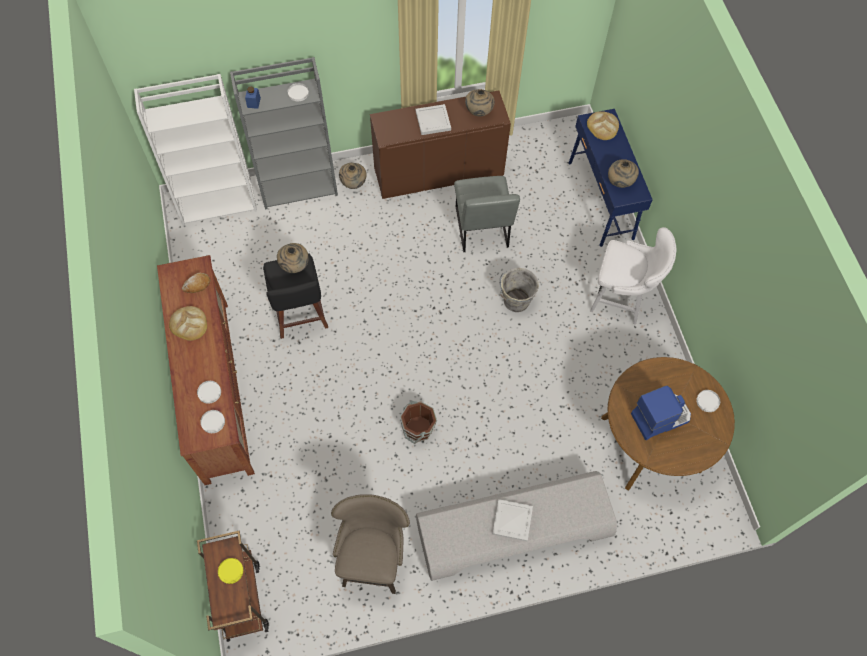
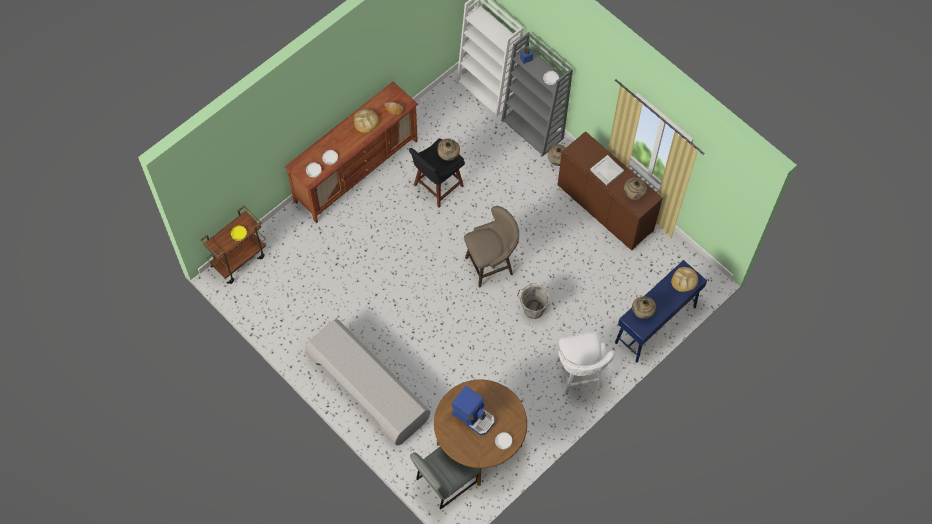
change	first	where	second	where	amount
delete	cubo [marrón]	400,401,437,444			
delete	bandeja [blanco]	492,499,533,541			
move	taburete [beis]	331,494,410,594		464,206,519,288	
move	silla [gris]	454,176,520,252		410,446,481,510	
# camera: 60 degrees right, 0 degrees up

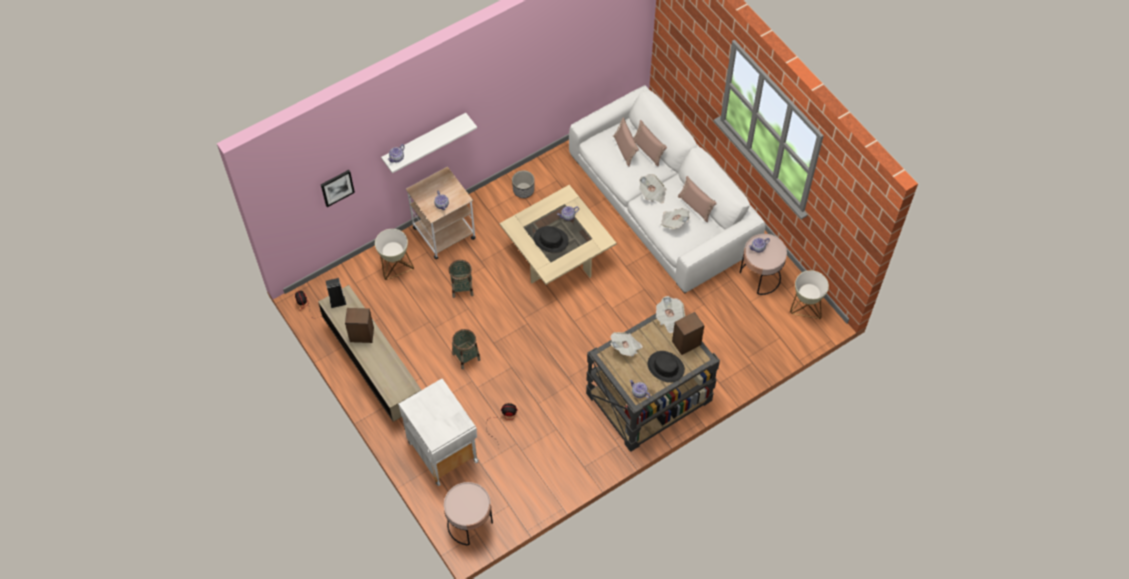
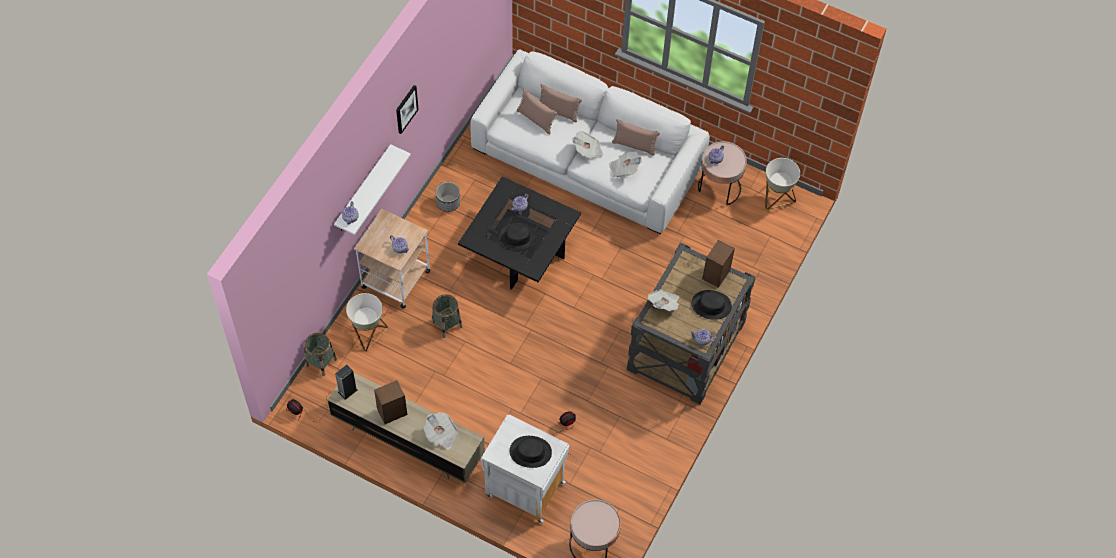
change	first	where	second	where	amount
insert			sombrero [negro]	510,436,552,468	
move	cuadro	321,170,355,207		396,85,418,134	
move	cesta	452,329,481,370		304,333,337,376	
move	periódico	656,296,685,333		423,412,458,450	
recolor	mesa de centro [beis]	500,185,616,285	mesa de centro [negro]	458,176,581,290	
# camera: 30 degrees left, 0 degrees up

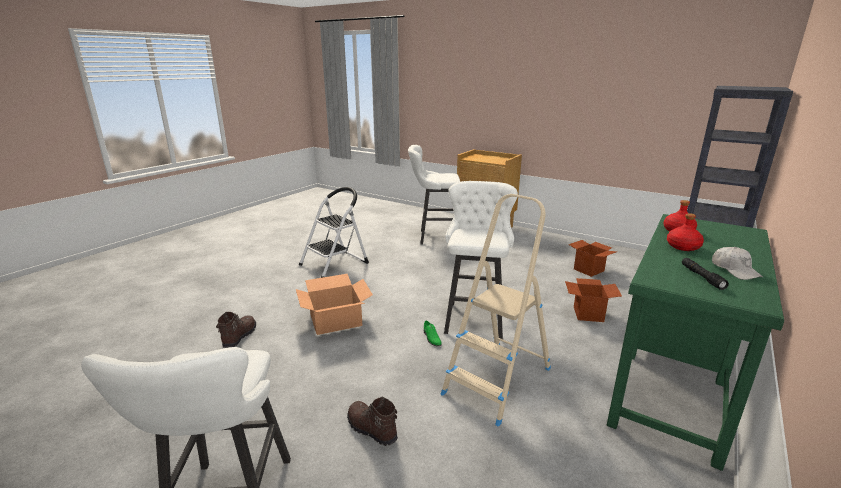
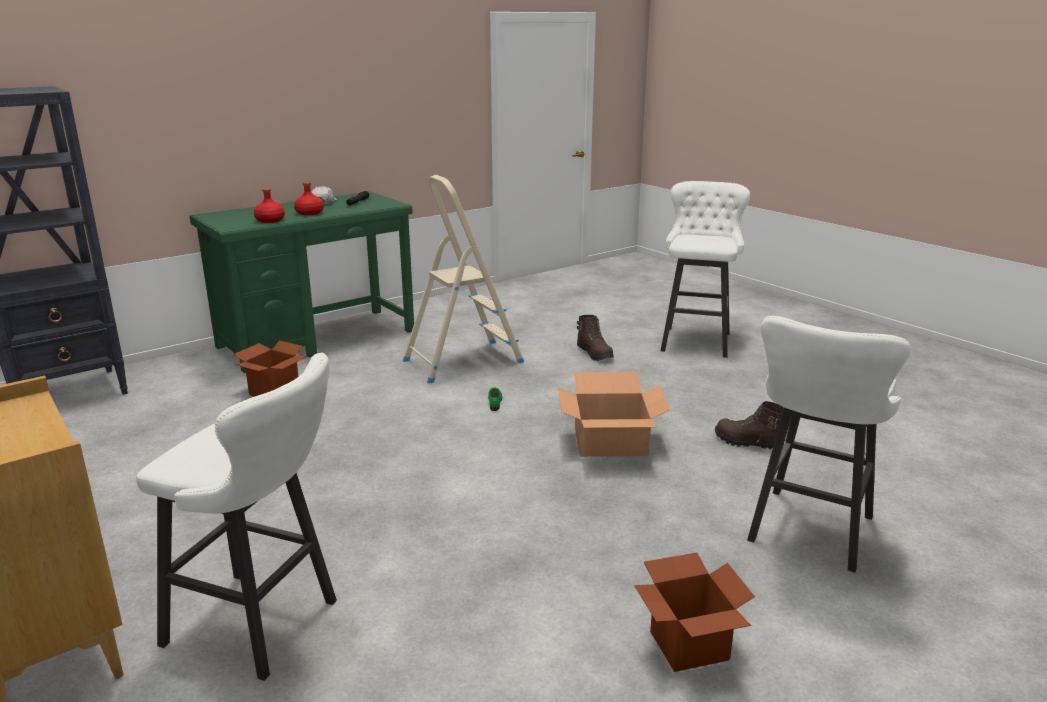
change	first	where	second	where	amount
delete	escalera de tijera	299,187,369,278			
move	taburete [blanco]	444,181,518,339		747,316,911,573	
move	caja de cartón	568,240,616,277		634,553,755,672	
rotate	bota [marrón]	216,312,256,348		715,401,784,450	90 degrees clockwise
# camera: 160 degrees left, 0 degrees up

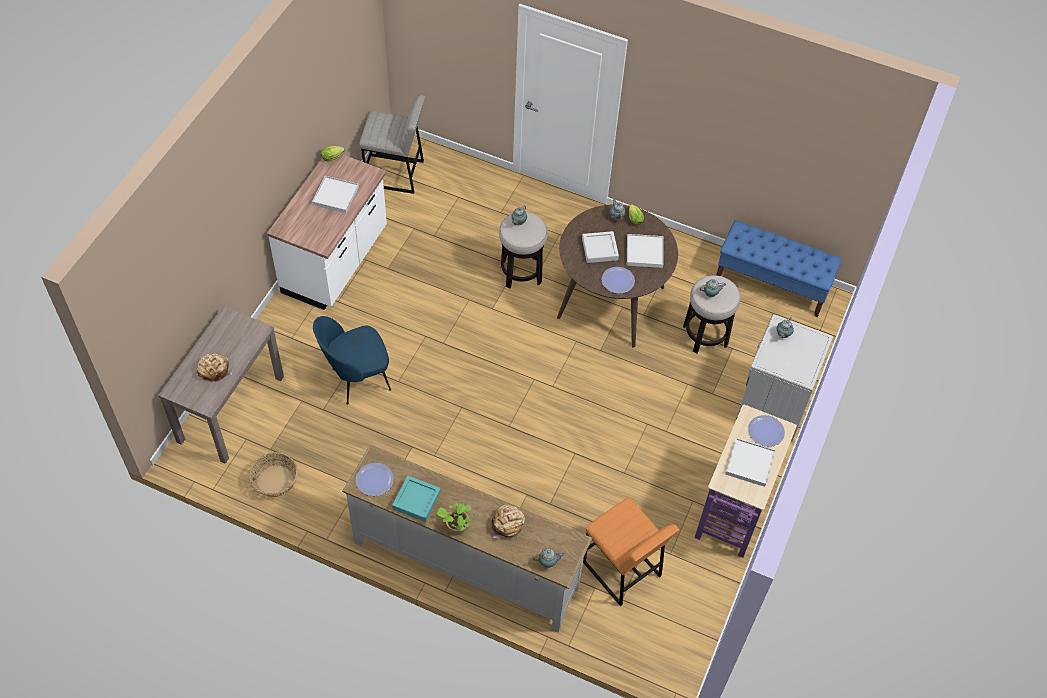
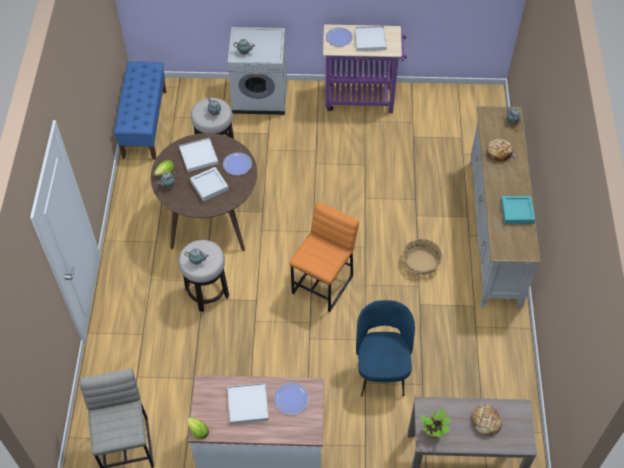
change	first	where	second	where	amount
move	cesta	249,452,298,497		403,239,442,275	
move	plato	356,463,394,496		274,383,309,415	
move	planta en maceta	437,503,471,535		420,408,450,439	
move	silla [naranja]	583,498,680,606		290,202,359,312	
rotate	silla [azul]	313,316,391,405		356,300,415,397	135 degrees counterclockwise
# camera: 110 degrees left, 0 degrees up

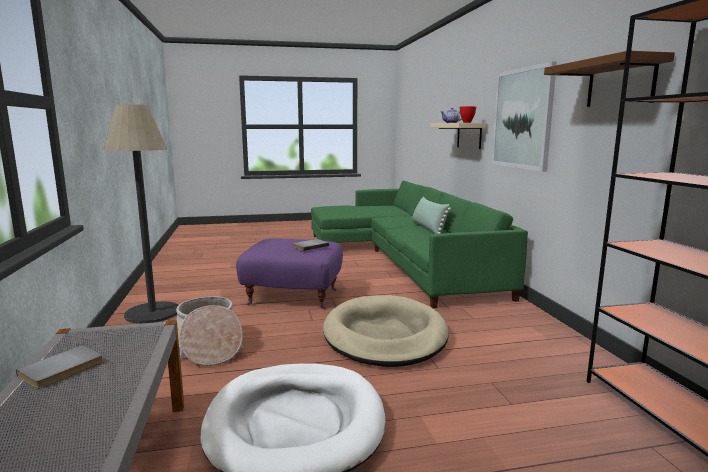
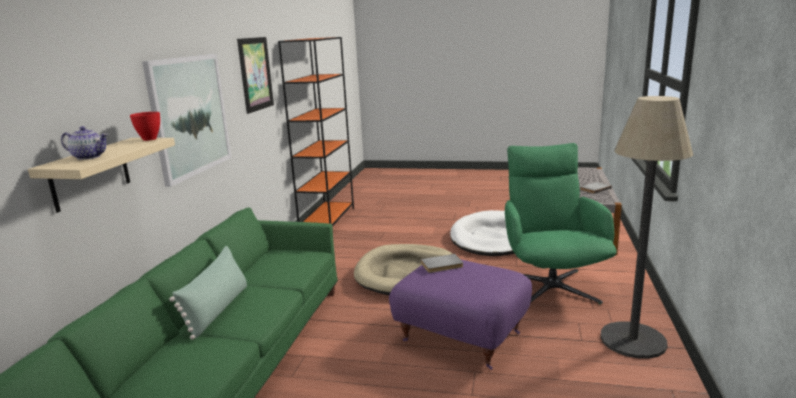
change	first	where	second	where	amount
replace	cesta	176,296,243,366	sillón [verde]	505,143,617,304	
replace	estante [marrón]	544,51,675,107	cuadro	237,37,274,114	
# camera: 155 degrees left, 5 degrees up

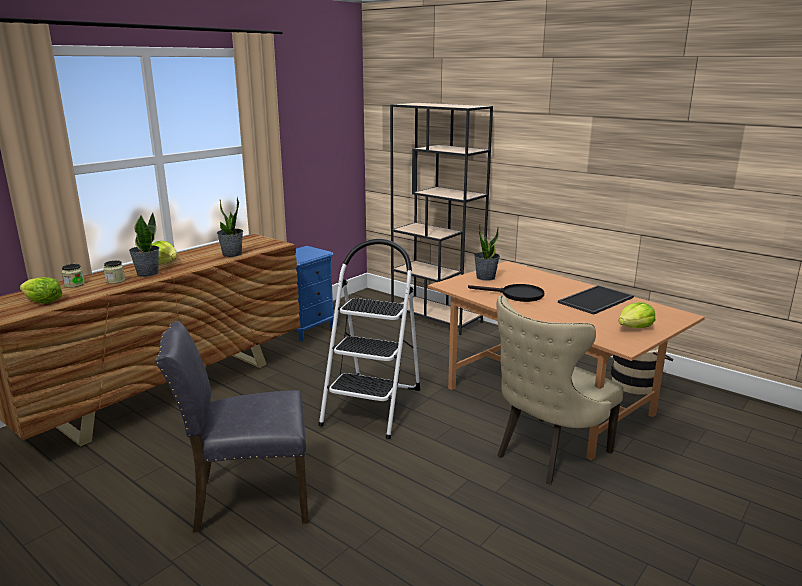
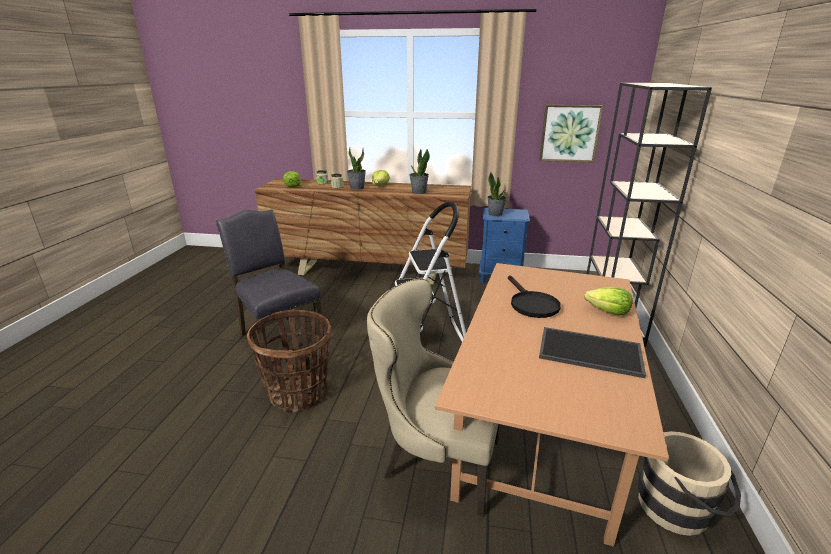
change	first	where	second	where	amount
insert			cesta	247,309,331,412	
insert			cuadro	539,105,603,163	
move	planta en maceta	474,224,500,281		487,172,507,216	
move	lechuga	619,302,655,328		584,287,633,316	
# camera: 60 degrees right, 5 degrees up

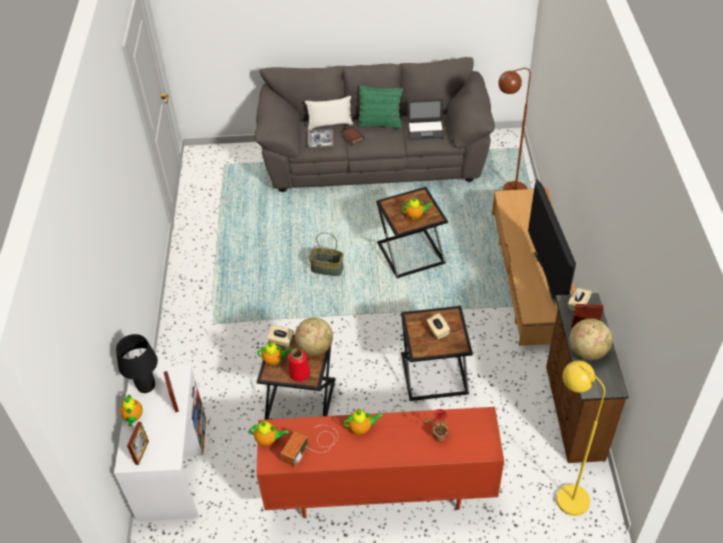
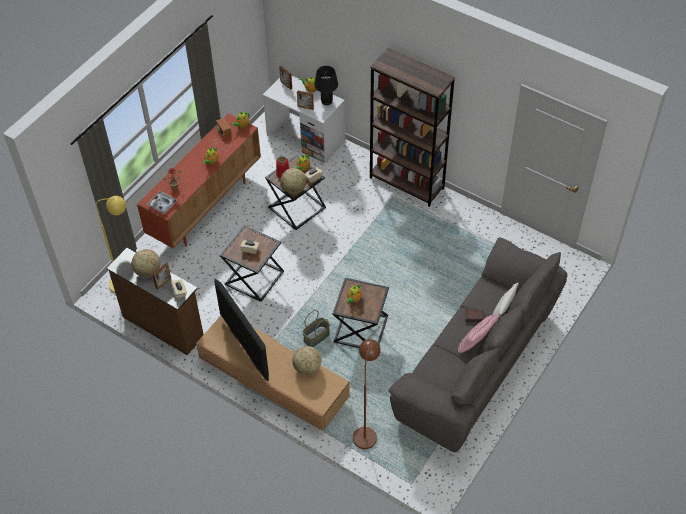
change	first	where	second	where	amount
delete	portátil	408,99,445,140			
insert			globo terráqueo	292,346,321,375	
insert			estantería [marrón]	370,48,455,207	
move	bandeja	308,129,333,148		146,191,178,214	
move	cesta	309,233,344,276		302,310,330,347	
recolor	cojín [verde]	359,86,403,129	cojín [rosa]	458,314,499,353	
rotate	televisor	528,179,576,307		214,279,269,382	150 degrees counterclockwise
# camera: 125 degrees right, 5 degrees up

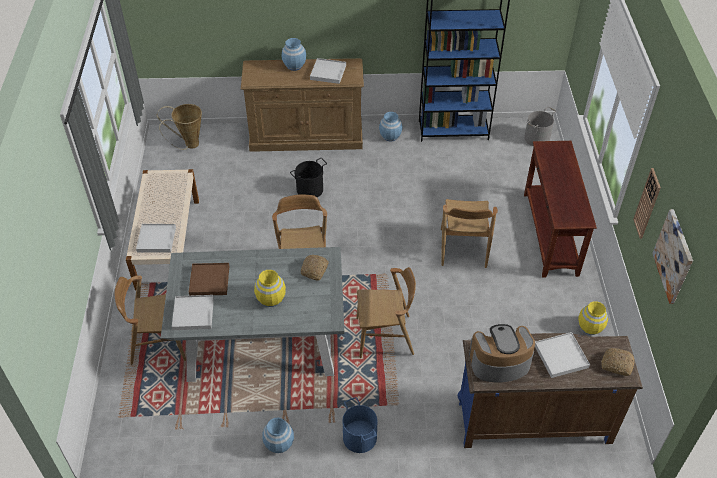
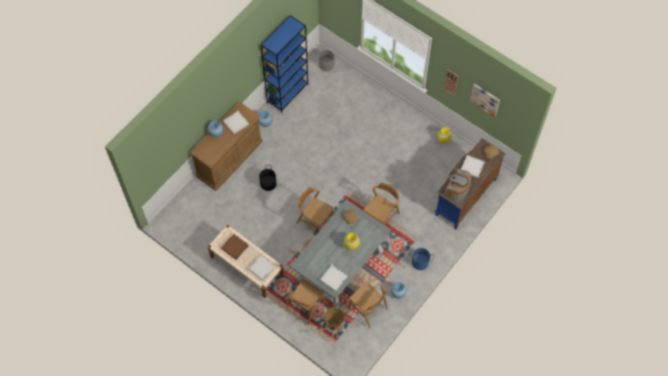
change	first	where	second	where	amount
delete	mesa consola [marrón]	524,141,597,277			
move	cesta	157,104,202,150		319,307,345,339	
move	bandeja [marrón]	189,263,229,296		221,234,249,260	
move	silla [marrón]	441,199,498,268		347,281,388,328	
# camera: 50 degrees left, 15 degrees up

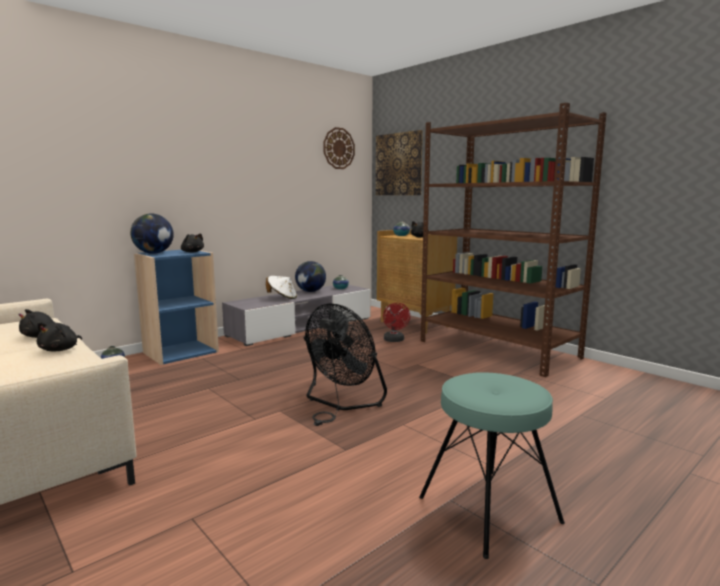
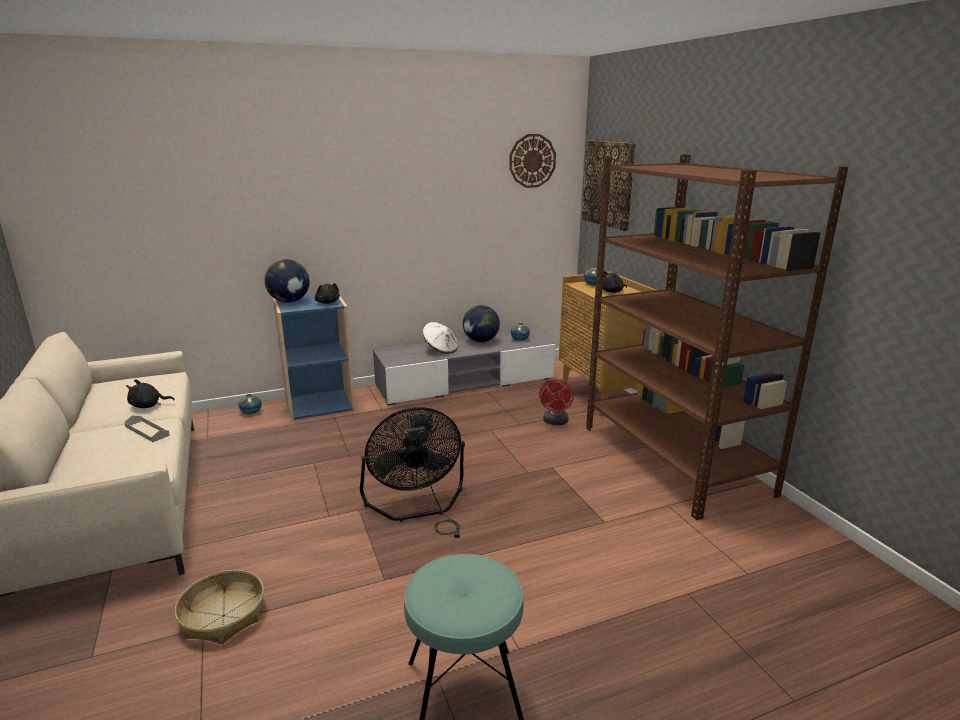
change	first	where	second	where	amount
insert			cesta	174,570,264,644	
replace	peluche [negro]	37,322,82,351	bandeja [gris]	124,416,170,442	
rotate	ventilador [negro]	303,304,387,426		360,407,465,538	75 degrees counterclockwise
# camera: 20 degrees right, 10 degrees up

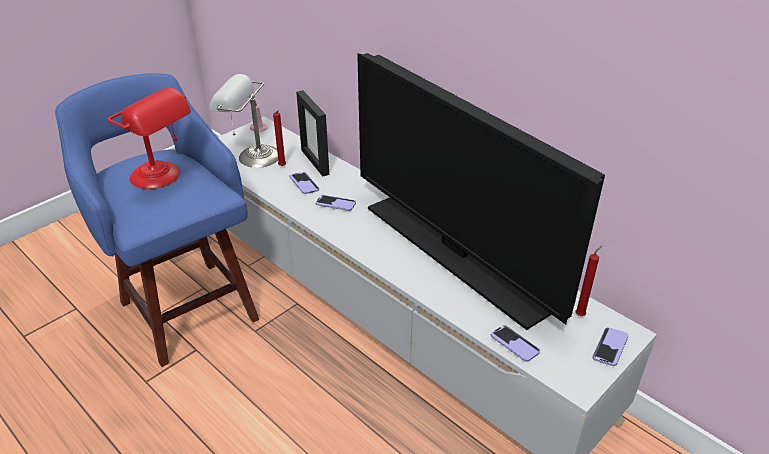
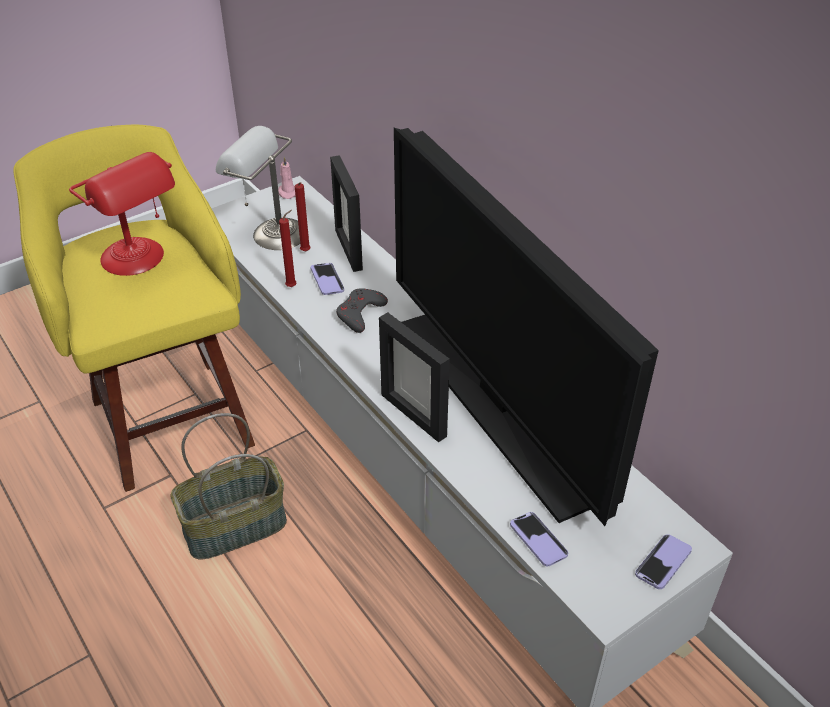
change	first	where	second	where	amount
insert			cesta	170,413,287,560	
insert			portarretratos	379,312,450,442	
move	vela [rojo]	575,246,602,316		279,210,297,287	
replace	móvil	315,195,356,211	mando de consola [gris]	336,288,388,333	
recolor	taburete [azul]	55,73,259,367	taburete [amarillo]	13,125,255,492	
# camera: 10 degrees right, 5 degrees up

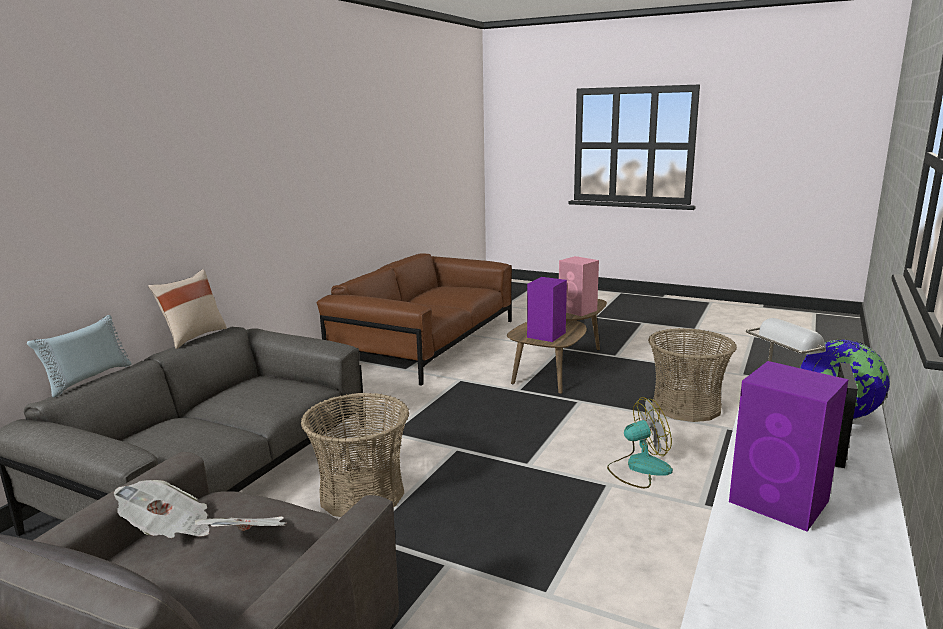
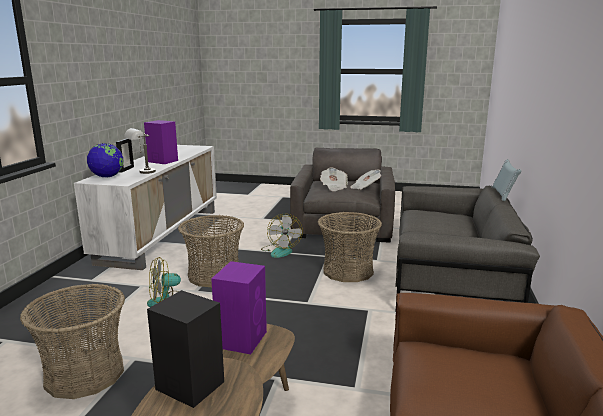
change	first	where	second	where	amount
delete	cojín [beis]	148,269,227,349			
insert			cesta	178,215,244,287	
insert			ventilador	261,214,303,258	
recolor	altavoz [rosa]	559,256,599,316	altavoz [negro]	147,290,224,408	
# camera: 165 degrees right, 0 degrees up

